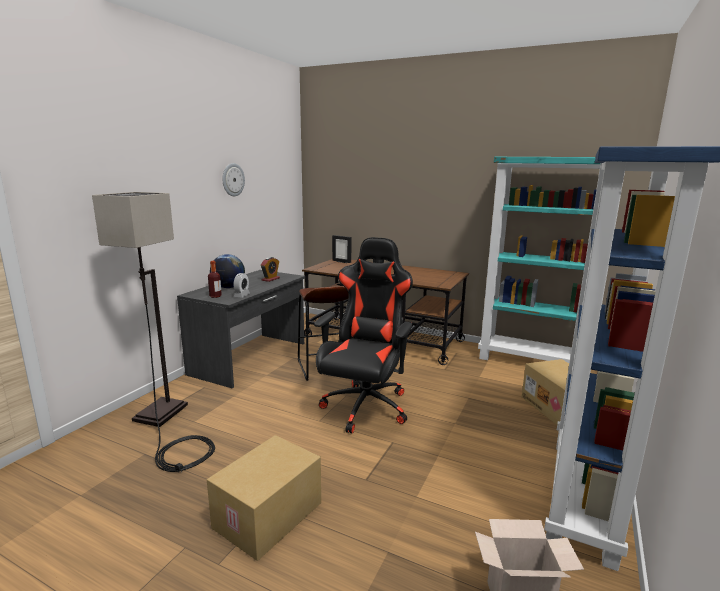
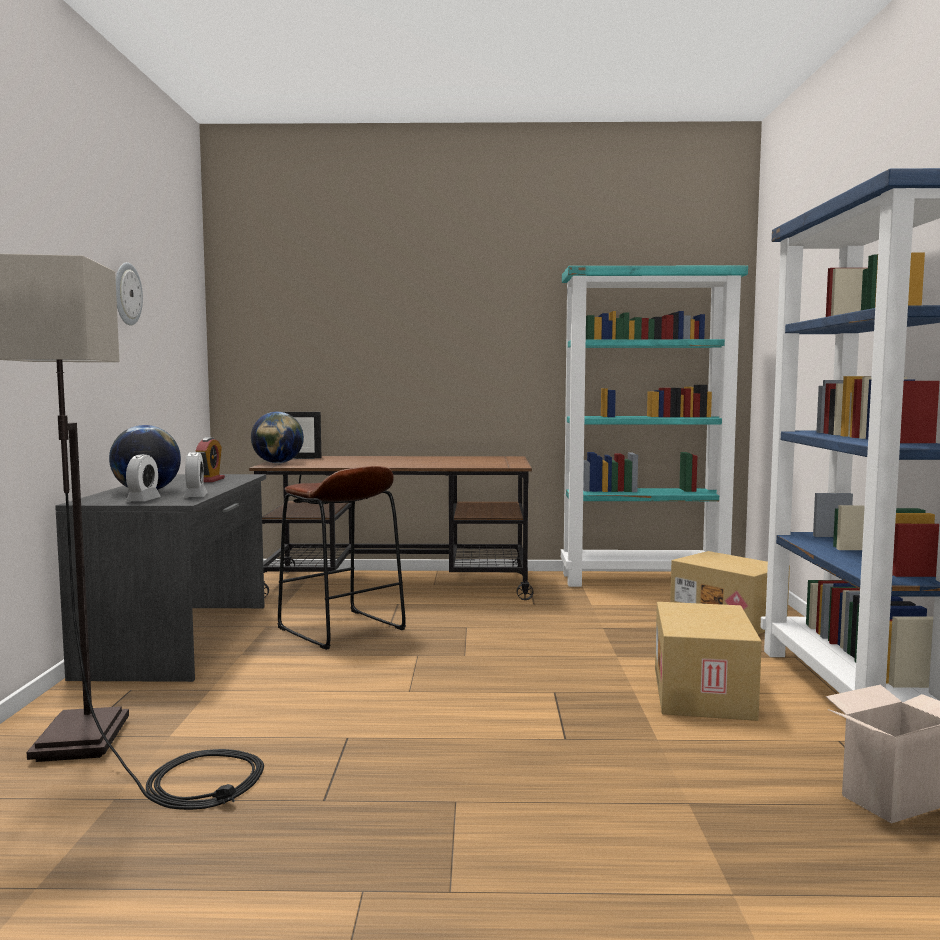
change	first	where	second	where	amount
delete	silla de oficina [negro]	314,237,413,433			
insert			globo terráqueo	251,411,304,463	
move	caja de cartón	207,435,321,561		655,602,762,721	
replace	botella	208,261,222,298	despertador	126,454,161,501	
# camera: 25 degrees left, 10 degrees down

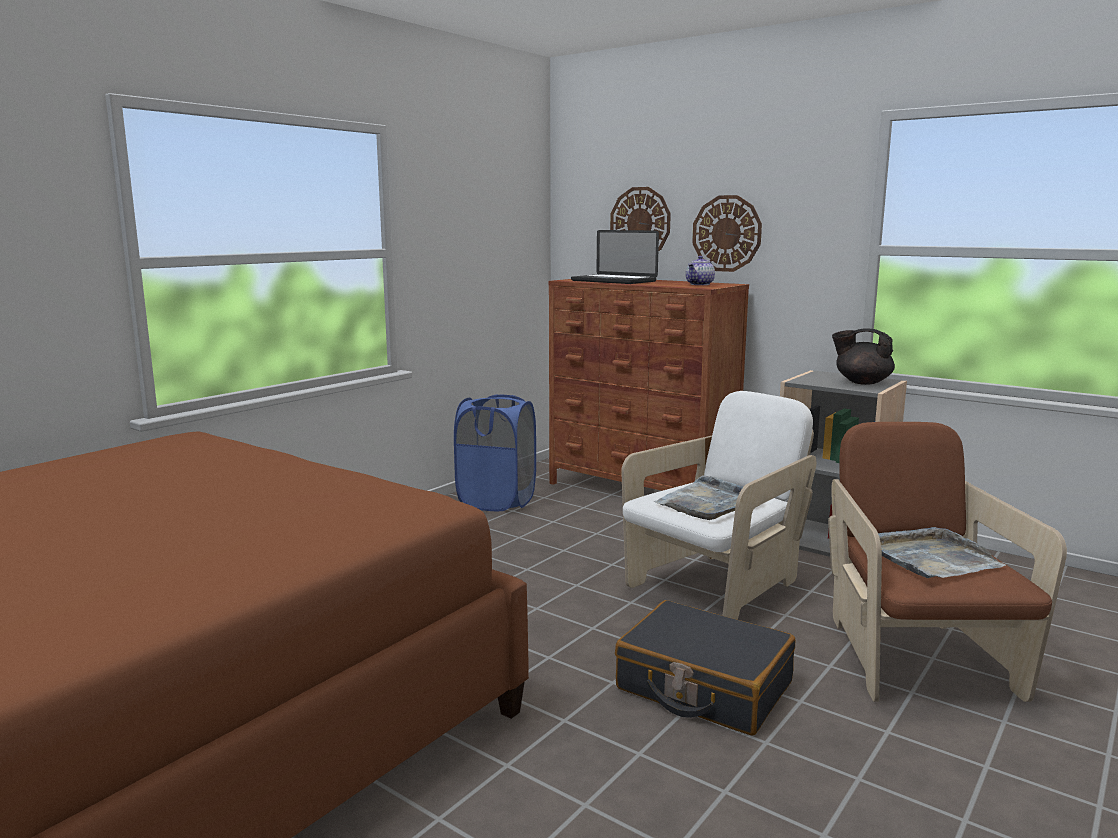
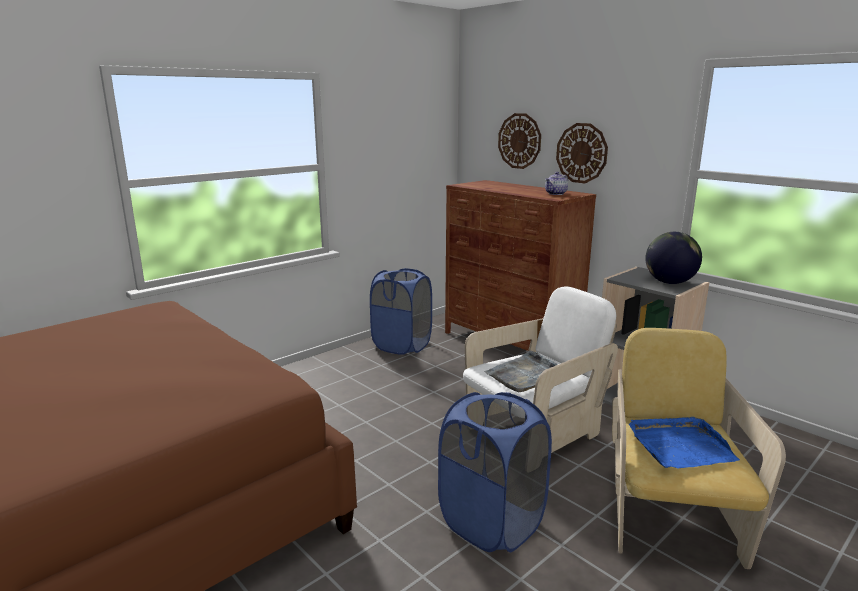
change	first	where	second	where	amount
delete	portátil	571,230,659,284			
replace	maleta [negro]	615,600,795,735	cesto de la ropa [azul]	438,392,552,552	
replace	tetera [negro]	832,328,895,385	globo terráqueo	645,232,702,284	
recolor	sillón [marrón]	828,422,1067,702	sillón [amarillo]	612,328,786,569	
recolor	bandeja [gris]	878,527,1006,578	bandeja [azul]	629,417,740,469	
# camera: 10 degrees right, 5 degrees up

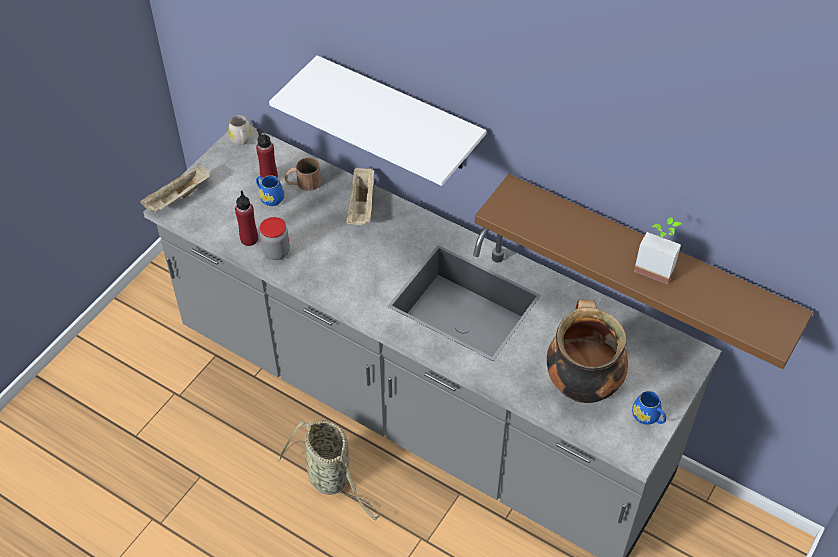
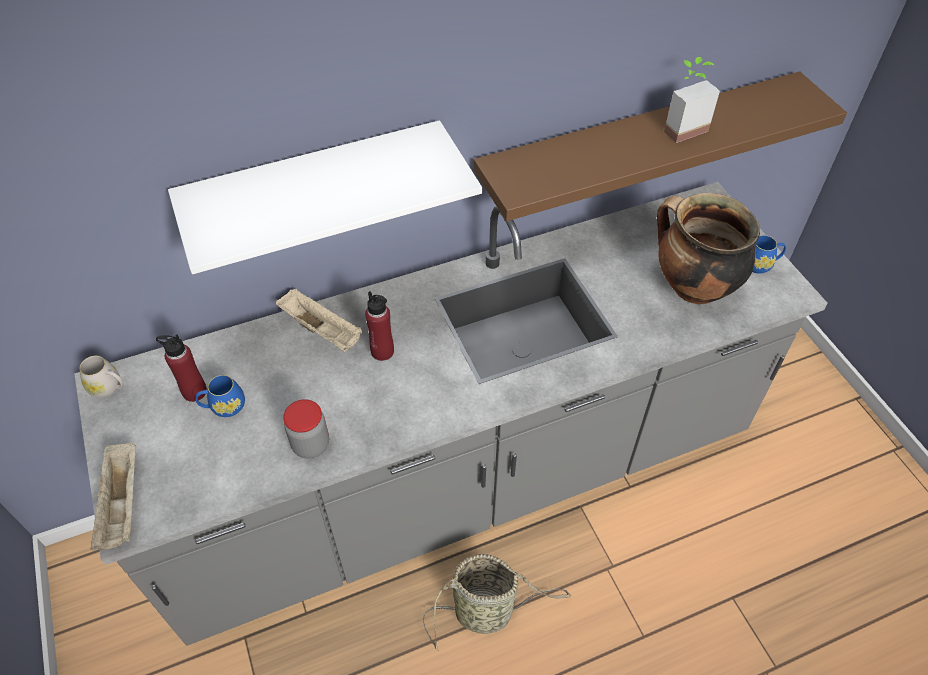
change	first	where	second	where	amount
delete	taza grande [marrón]	285,157,321,191			
move	botella [rojo]	235,191,258,246		365,291,394,361	
# camera: 55 degrees left, 0 degrees up

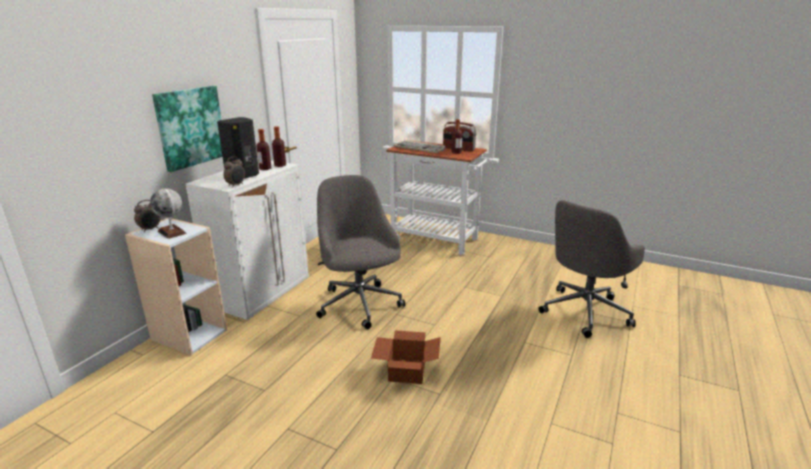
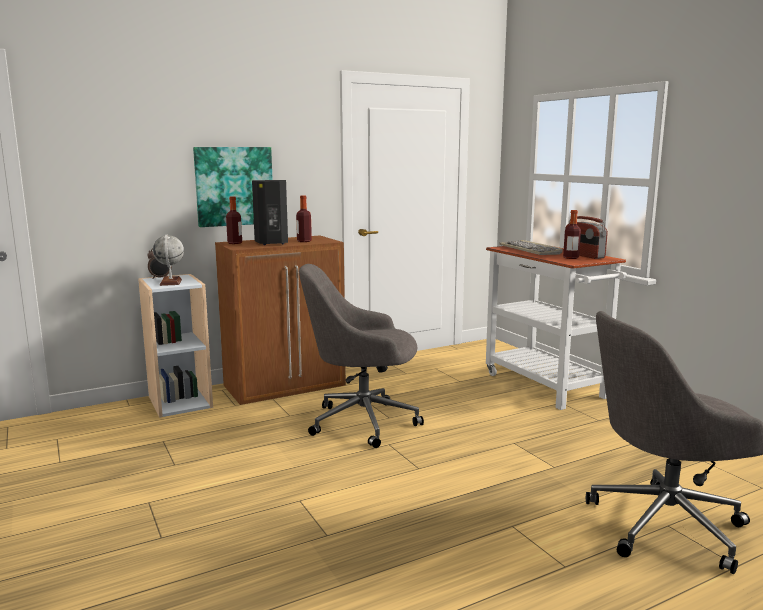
change	first	where	second	where	amount
delete	despertador	223,156,245,186			
delete	caja de cartón	371,330,441,384			
move	botella	272,126,286,167		226,196,242,244	
recolor	armario [blanco]	186,160,309,320	armario [marrón]	215,236,346,405	
rotate	silla de oficina [gris]	316,175,405,329		299,264,424,448	105 degrees counterclockwise
# camera: 35 degrees right, 10 degrees down

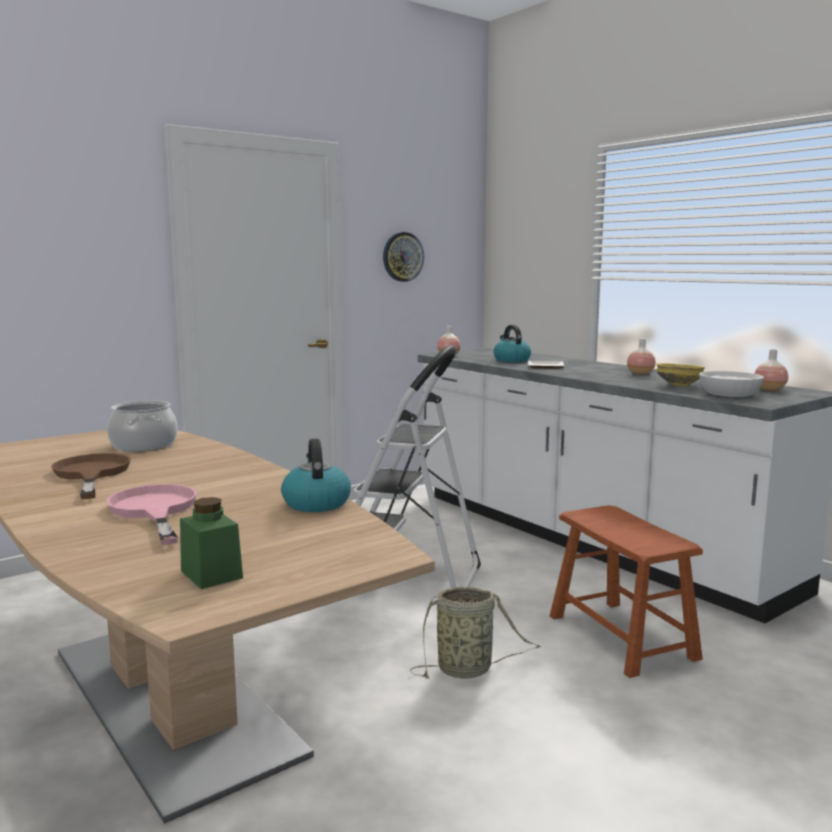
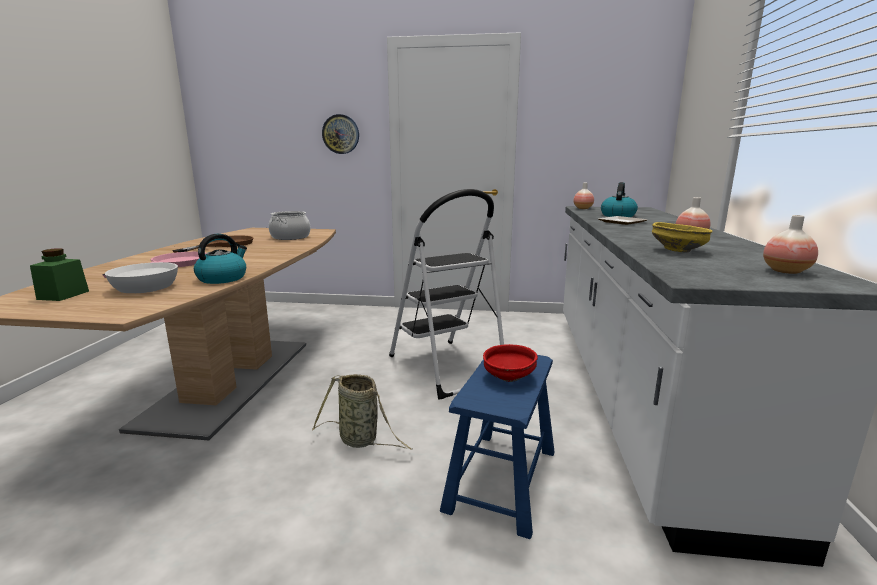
change	first	where	second	where	amount
insert			cuenco [rojo]	483,344,538,382	
move	reloj de pared	383,232,424,282		322,114,359,154	
move	cuenco [blanco]	699,371,764,397		105,262,178,293	
recolor	taburete [marrón]	550,505,703,678	taburete [azul]	440,355,555,539	
# camera: 45 degrees right, 5 degrees up

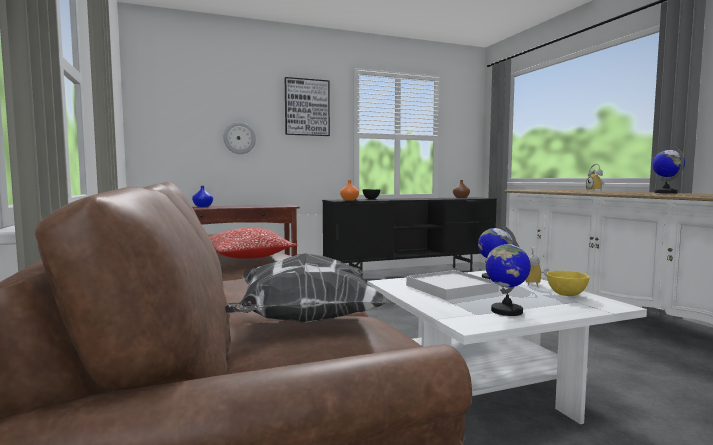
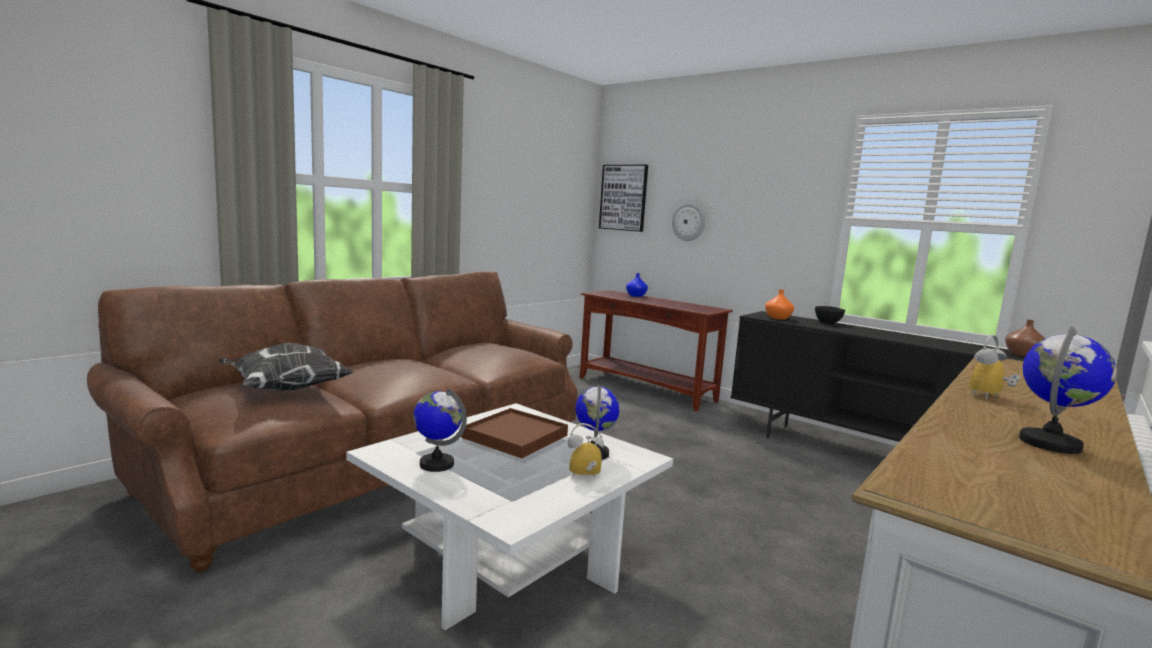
change	first	where	second	where	amount
delete	cojín	209,228,298,259			
delete	cuenco [amarillo]	547,271,590,296			
move	cuadro	285,77,330,136		599,165,648,232	
recolor	bandeja [blanco]	406,270,499,300	bandeja [marrón]	461,408,568,458	
# camera: 60 degrees right, 5 degrees up

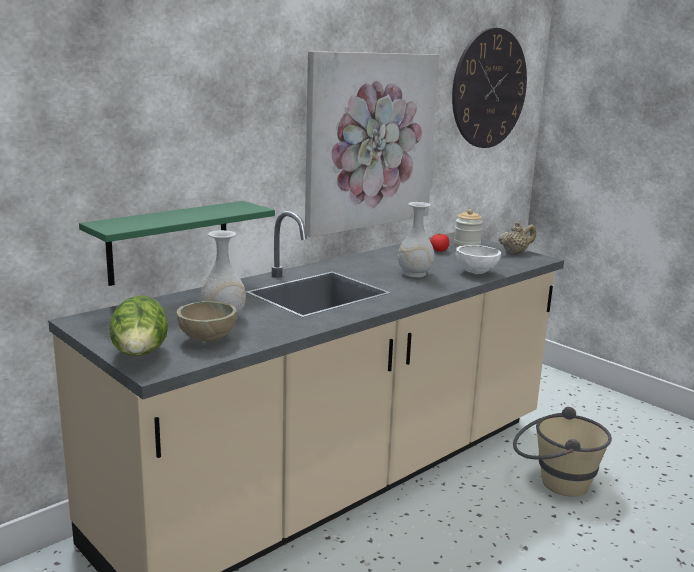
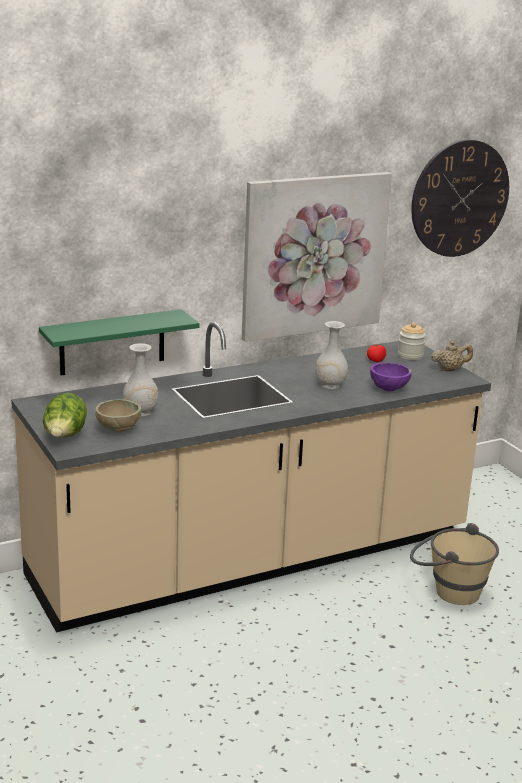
change	first	where	second	where	amount
recolor	cuenco [blanco]	456,245,501,274	cuenco [morado]	370,362,412,391	
# camera: 15 degrees right, 5 degrees up

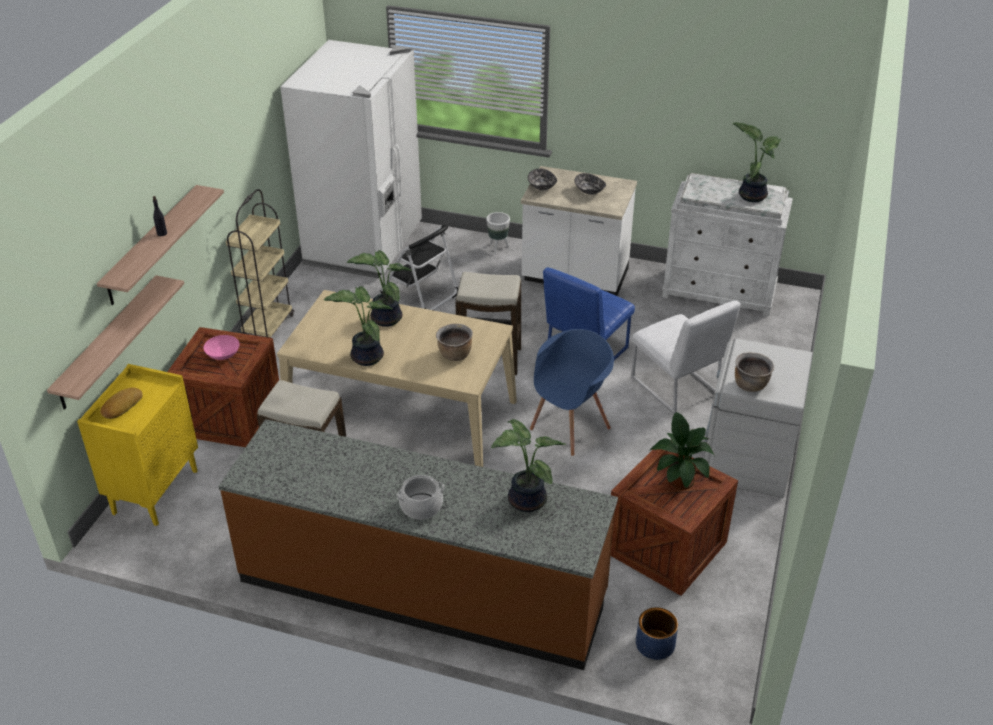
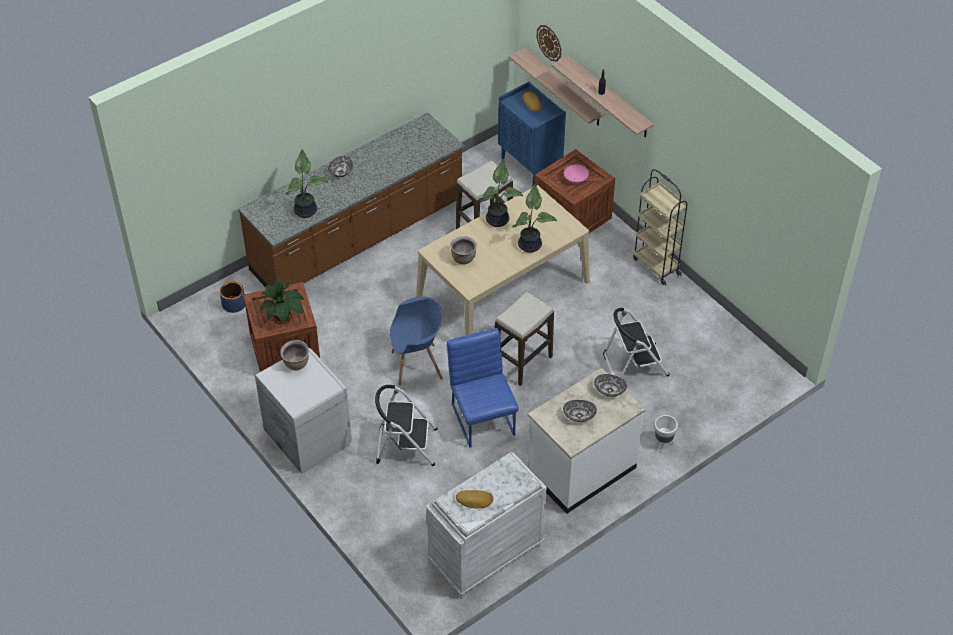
change	first	where	second	where	amount
delete	nevera [blanco]	280,40,422,279			
insert			reloj de pared	536,25,561,61	
replace	olla	396,475,445,520	cuenco	328,156,353,177	
replace	silla [blanco]	631,301,741,414	escalera de tijera	375,385,438,466	
replace	planta en maceta	732,122,781,202	pan	456,490,493,509	
recolor	armario [amarillo]	77,364,198,526	armario [azul]	498,82,566,186	
rotate	silla [azul]	530,329,614,456		390,296,443,385	90 degrees counterclockwise
# camera: 125 degrees right, 10 degrees up

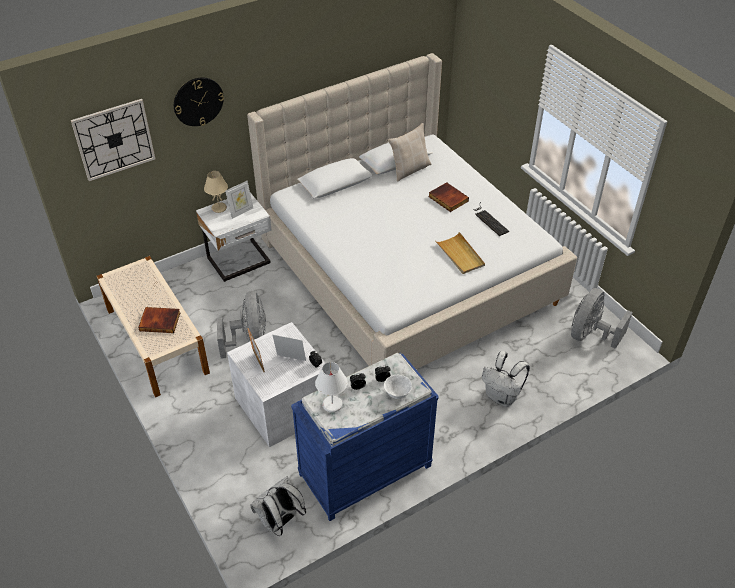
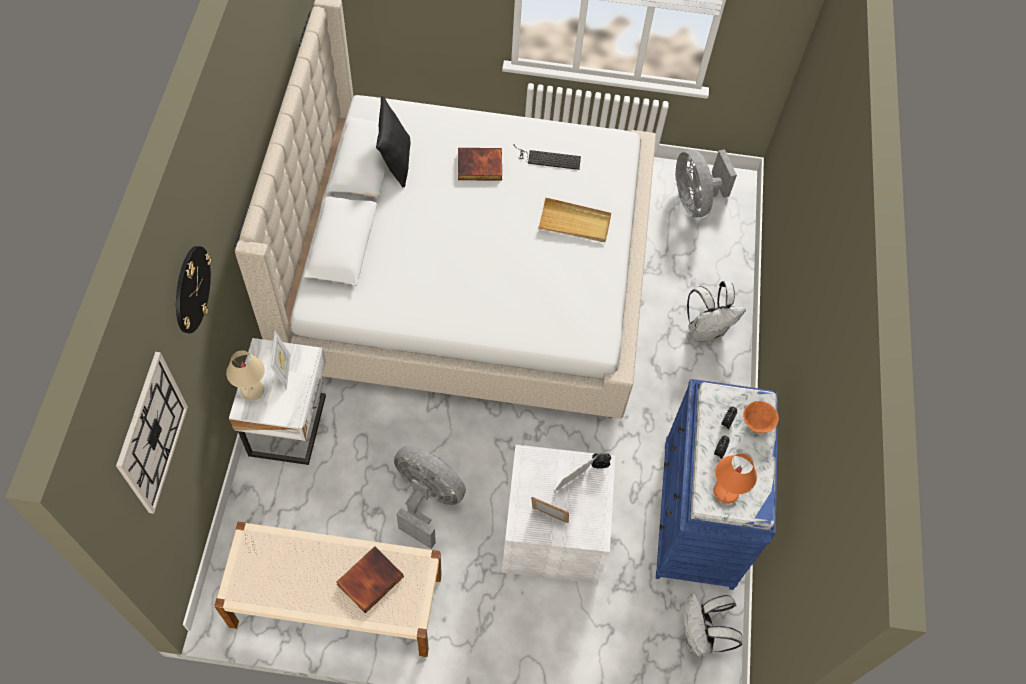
change	first	where	second	where	amount
recolor	lámpara de mesa [blanco]	315,362,348,413	lámpara de mesa [naranja]	714,453,757,504	
recolor	cuenco [blanco]	384,375,412,399	cuenco [naranja]	743,401,779,433	
recolor	cojín [beis]	388,123,431,181	cojín [negro]	376,96,410,187	
# camera: 55 degrees left, 15 degrees up

